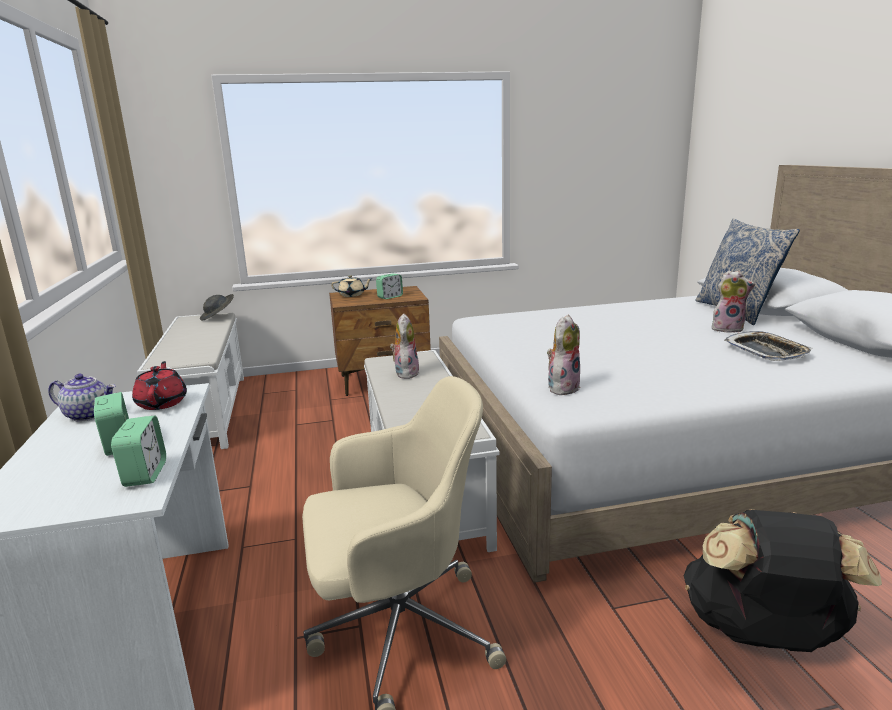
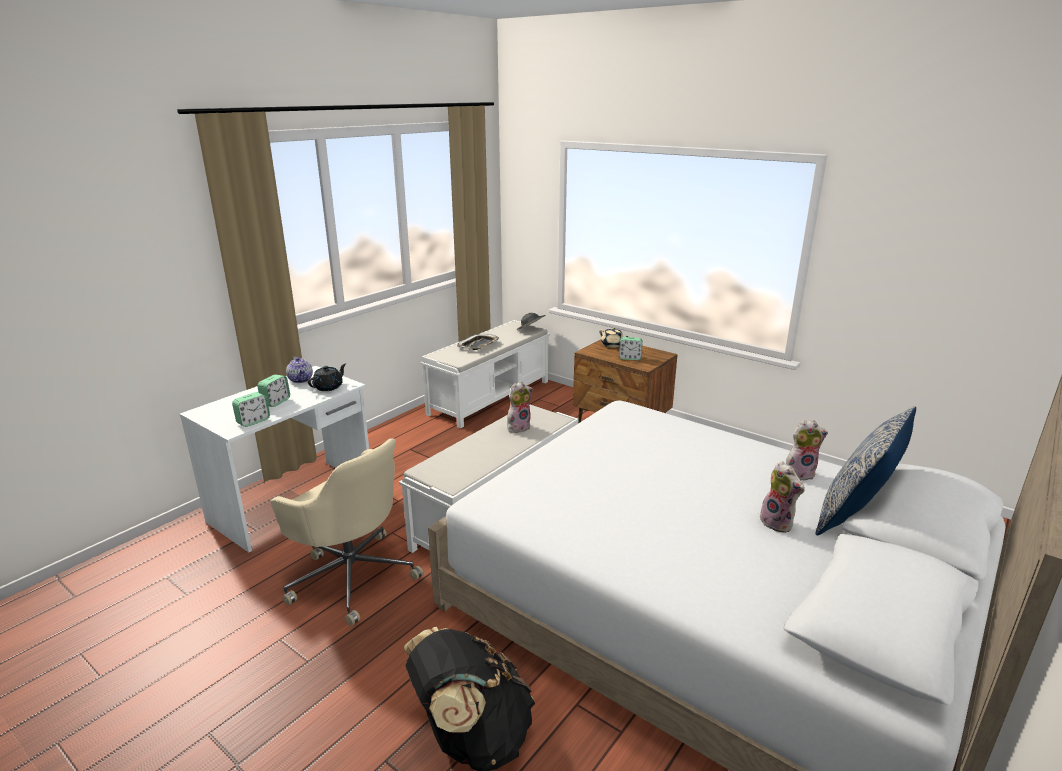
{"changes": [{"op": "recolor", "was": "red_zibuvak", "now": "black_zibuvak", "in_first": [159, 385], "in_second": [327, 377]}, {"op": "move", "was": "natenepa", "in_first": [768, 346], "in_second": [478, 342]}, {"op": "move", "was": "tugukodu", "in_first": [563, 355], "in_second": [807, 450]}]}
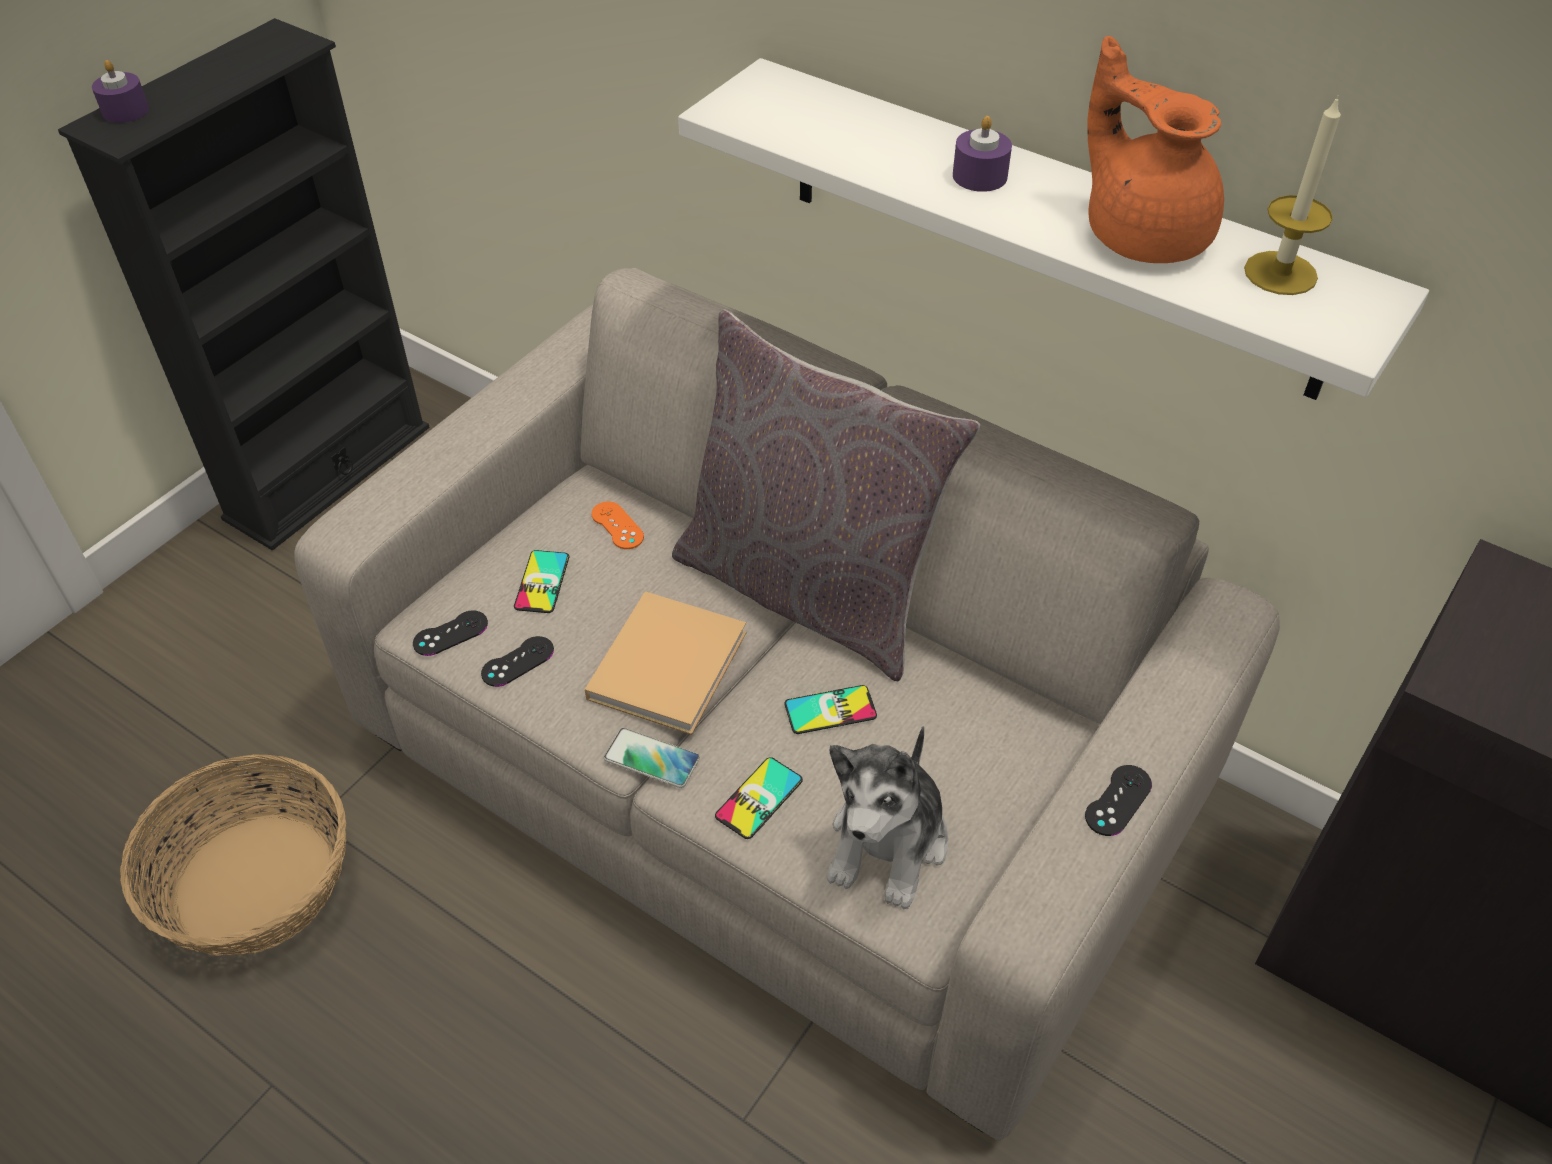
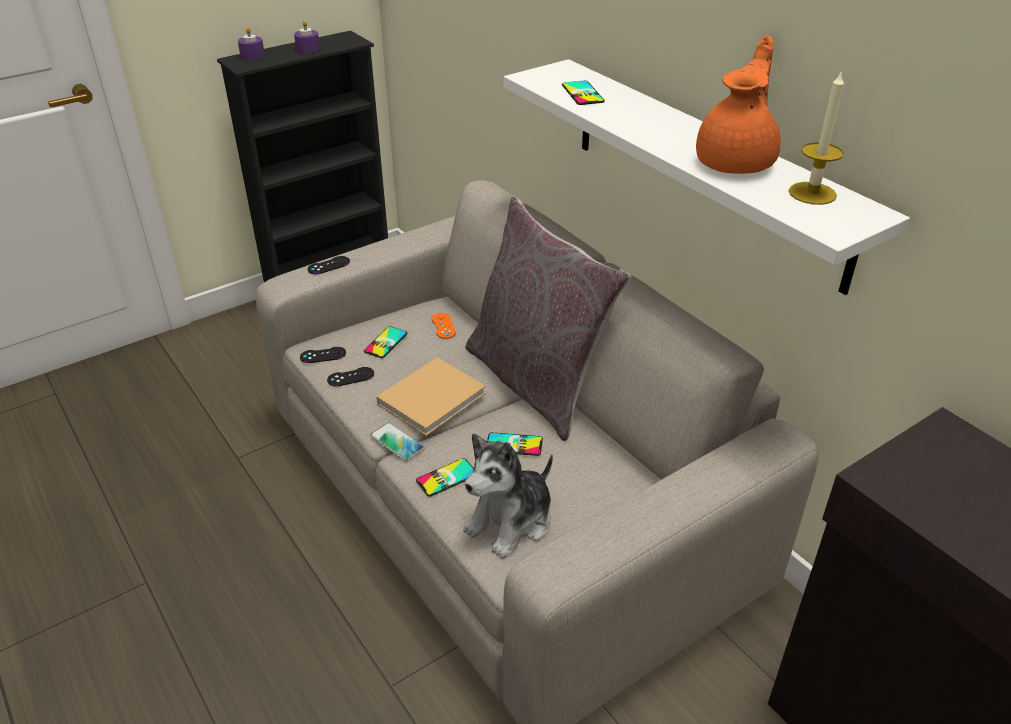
{"changes": [{"op": "move", "was": "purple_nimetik", "in_first": [982, 154], "in_second": [307, 36]}, {"op": "move", "was": "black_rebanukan", "in_first": [1118, 800], "in_second": [329, 265]}, {"op": "insert", "now": "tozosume", "in_second": [583, 93]}, {"op": "rotate", "was": "orange_zibuvak", "in_first": [1155, 149], "in_second": [738, 104], "clockwise": 45}, {"op": "delete", "was": "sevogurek", "in_first": [233, 855]}]}
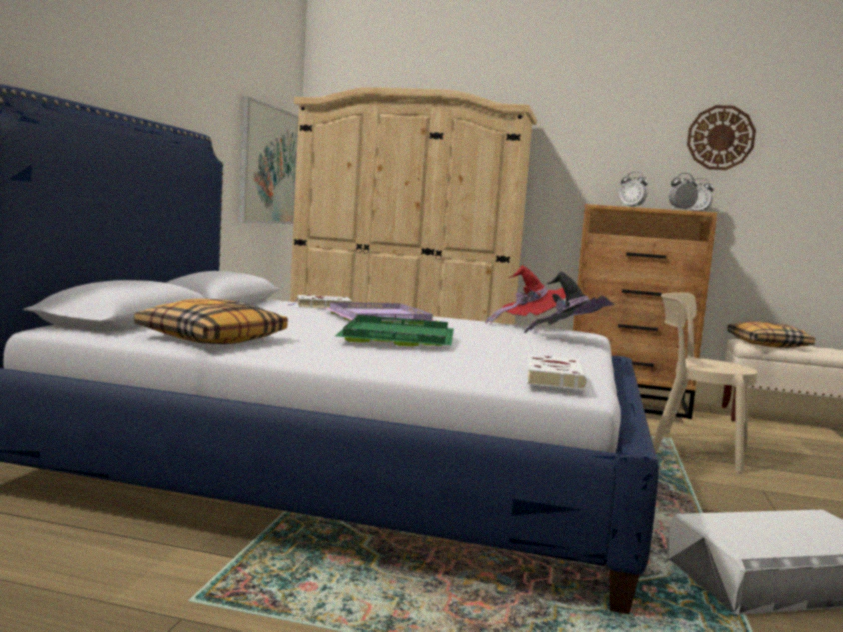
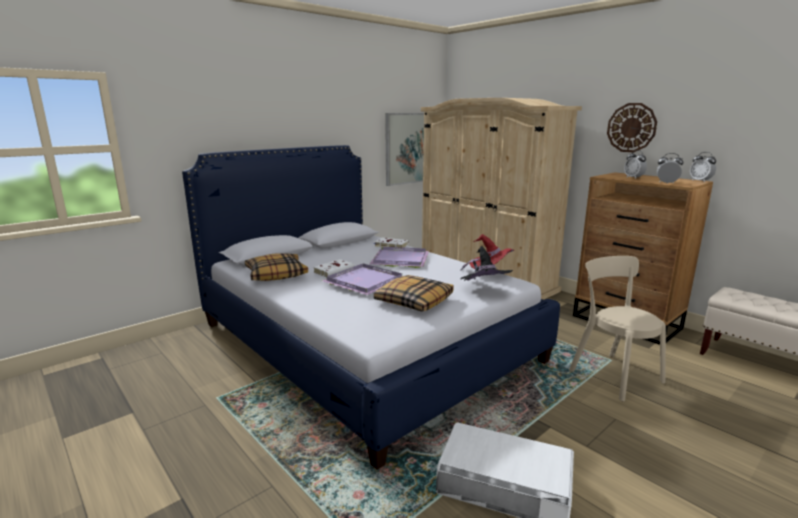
{"changes": [{"op": "move", "was": "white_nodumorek", "in_first": [557, 372], "in_second": [334, 268]}, {"op": "recolor", "was": "green_natenepa", "now": "purple_natenepa", "in_first": [394, 330], "in_second": [362, 279]}, {"op": "move", "was": "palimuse", "in_first": [771, 334], "in_second": [414, 293]}, {"op": "move", "was": "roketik", "in_first": [721, 137], "in_second": [632, 127]}]}
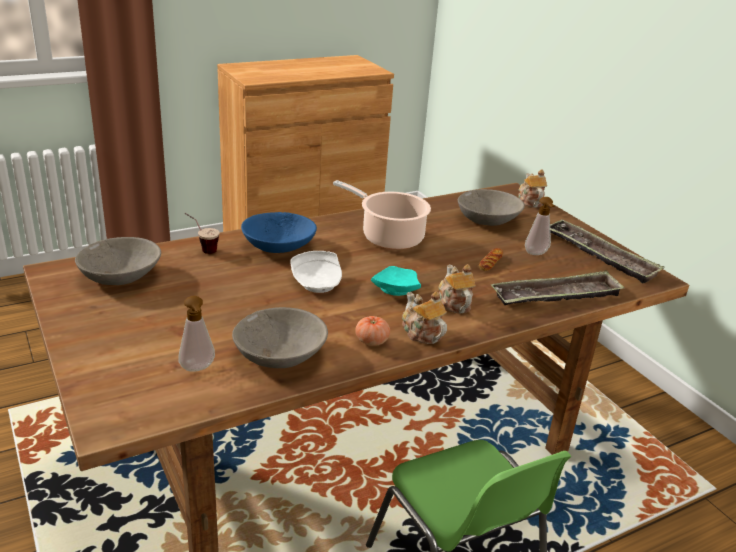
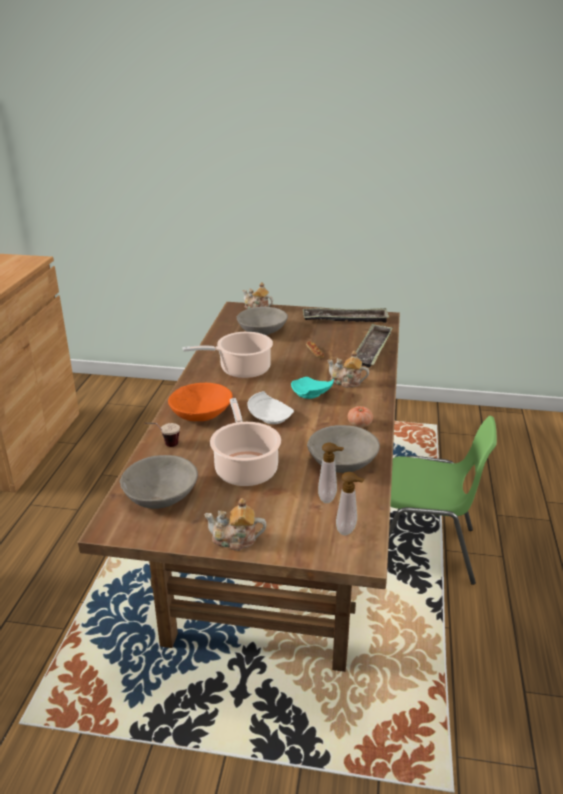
{"changes": [{"op": "recolor", "was": "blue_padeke", "now": "orange_padeke", "in_first": [279, 232], "in_second": [200, 402]}, {"op": "move", "was": "zibuvak", "in_first": [424, 317], "in_second": [235, 524]}, {"op": "insert", "now": "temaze", "in_second": [245, 442]}, {"op": "move", "was": "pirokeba", "in_first": [539, 226], "in_second": [350, 503]}]}
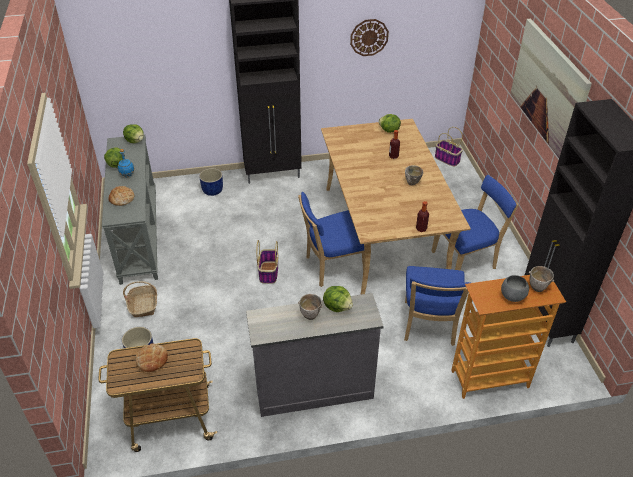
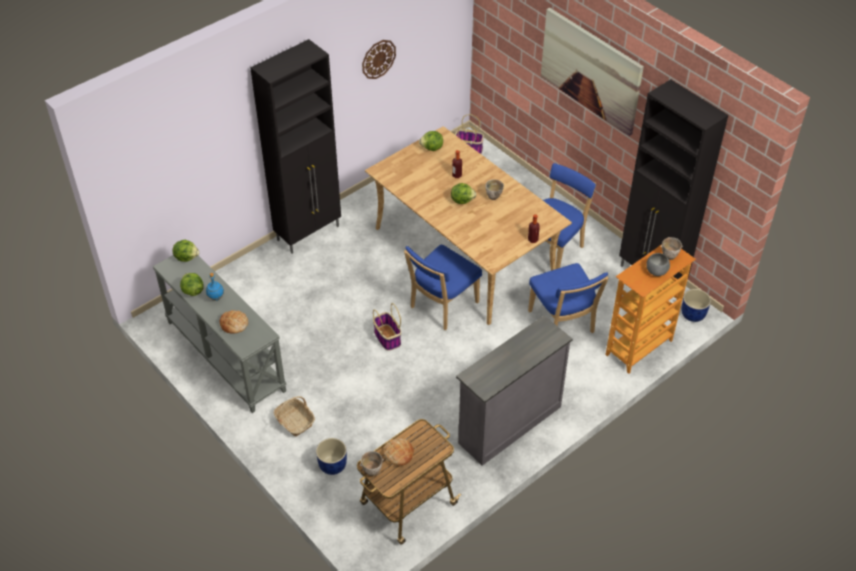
{"changes": [{"op": "move", "was": "padeke", "in_first": [310, 307], "in_second": [372, 463]}, {"op": "move", "was": "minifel", "in_first": [338, 299], "in_second": [463, 193]}, {"op": "move", "was": "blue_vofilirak", "in_first": [211, 182], "in_second": [696, 305]}]}
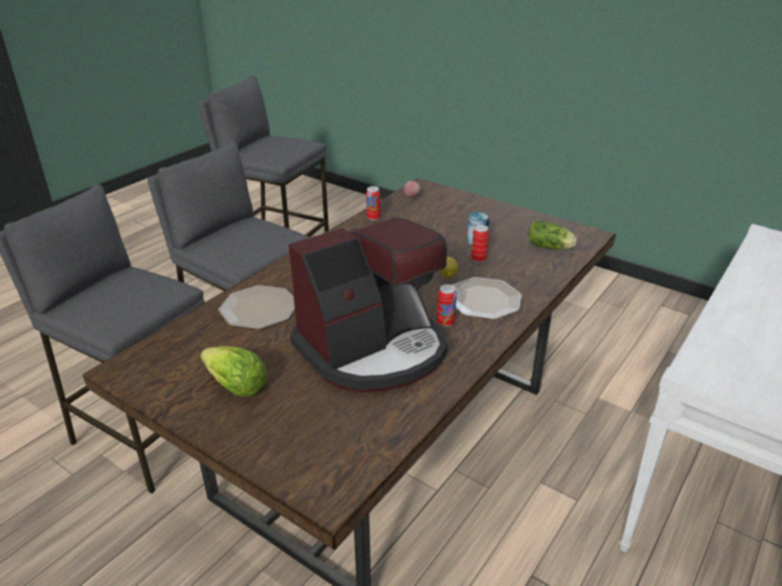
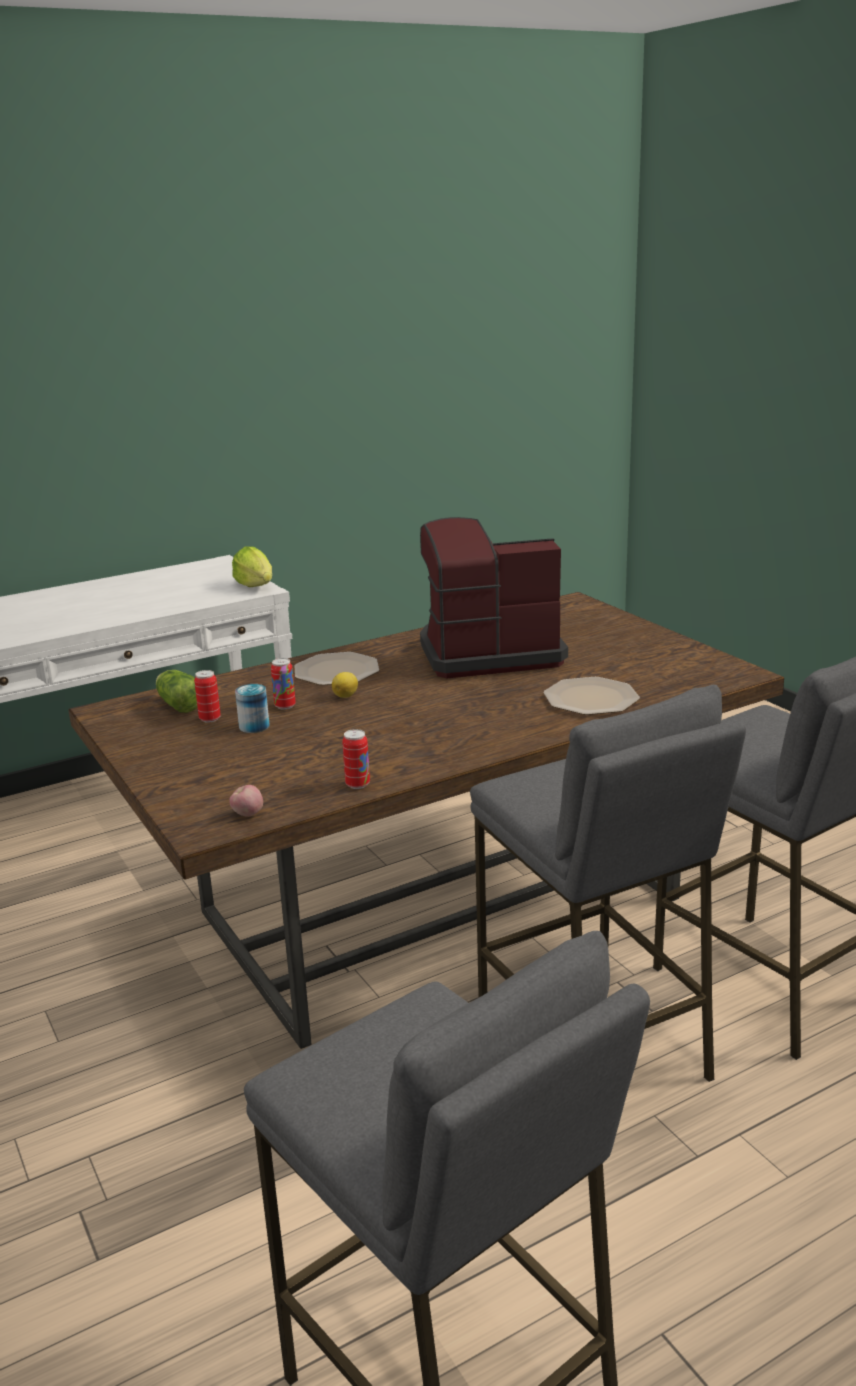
{"changes": [{"op": "move", "was": "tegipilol", "in_first": [447, 305], "in_second": [207, 696]}, {"op": "move", "was": "minifel", "in_first": [233, 371], "in_second": [252, 567]}]}
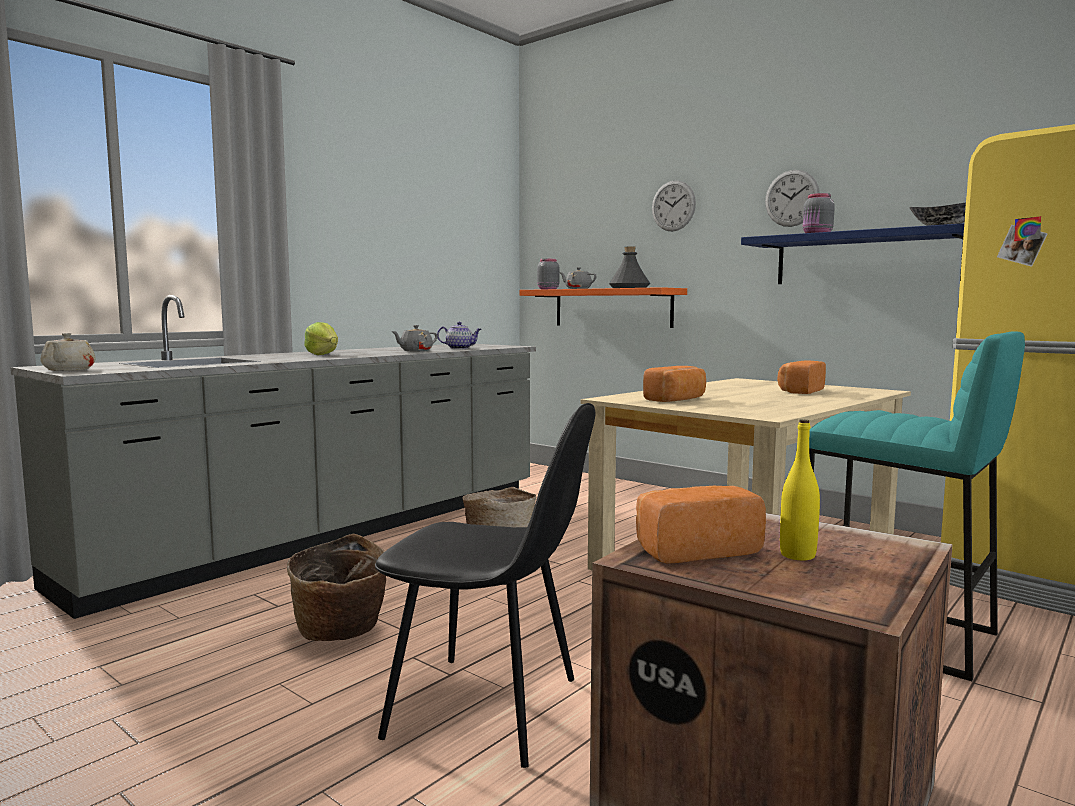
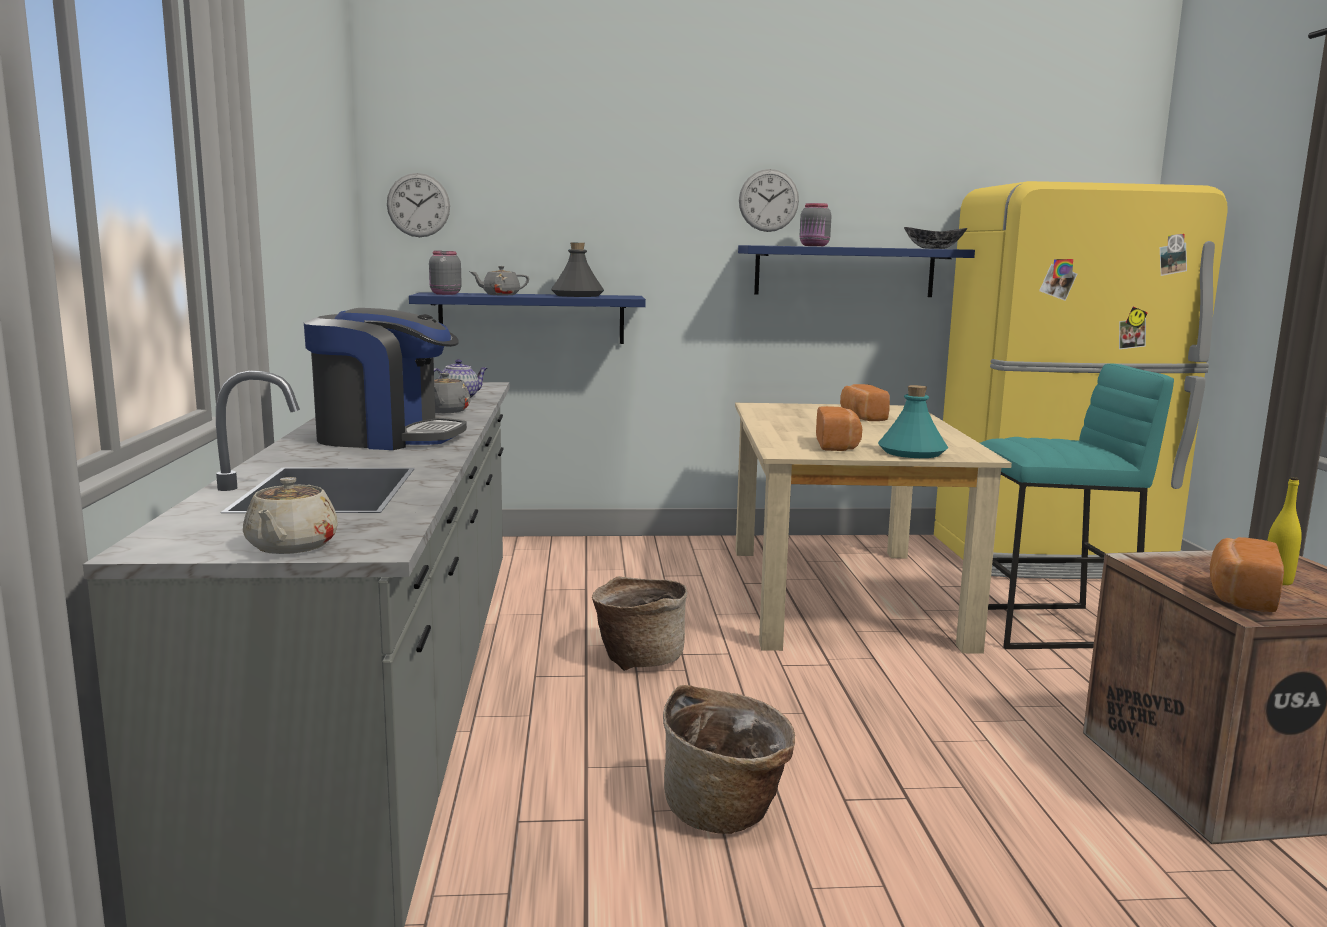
{"changes": [{"op": "rotate", "was": "beige_zibuvak", "in_first": [68, 352], "in_second": [290, 515], "clockwise": 60}, {"op": "replace", "was": "minifel", "now": "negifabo", "in_first": [321, 338], "in_second": [385, 379]}, {"op": "move", "was": "roketik", "in_first": [674, 206], "in_second": [418, 205]}, {"op": "recolor", "was": "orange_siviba", "now": "blue_siviba", "in_first": [603, 307], "in_second": [527, 318]}, {"op": "insert", "now": "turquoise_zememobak", "in_second": [913, 421]}, {"op": "delete", "was": "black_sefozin", "in_first": [485, 585]}]}
